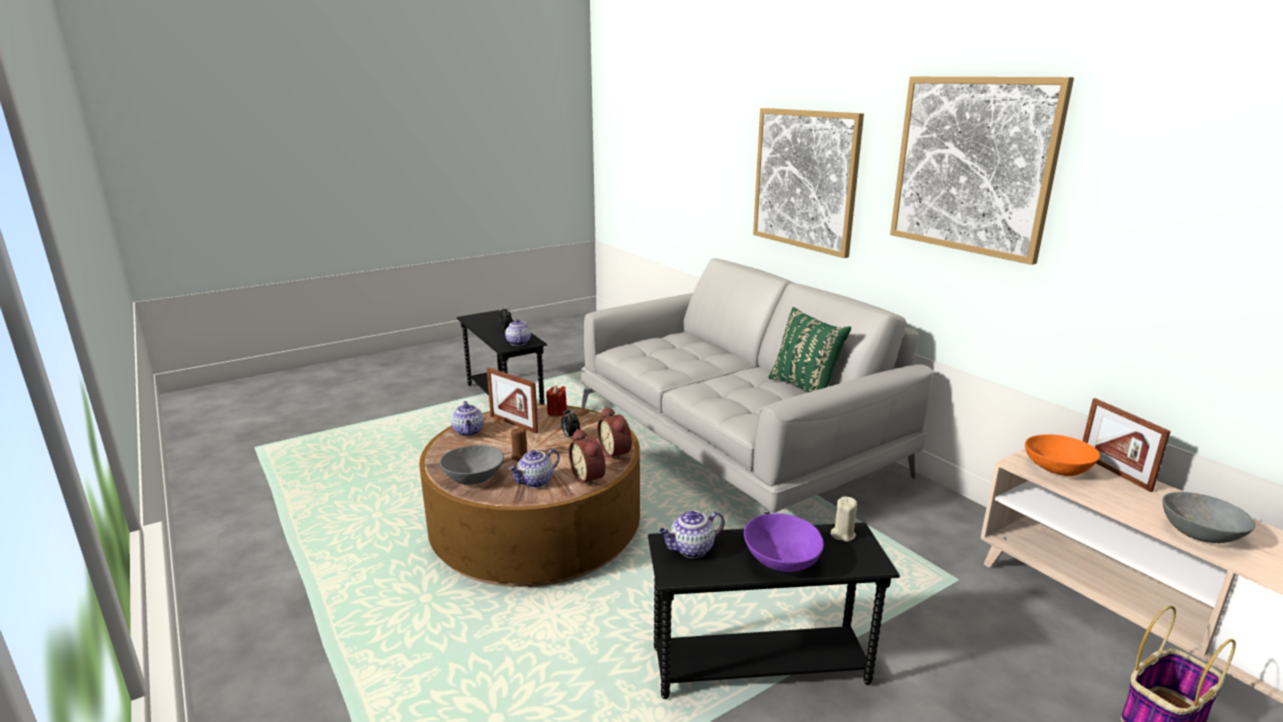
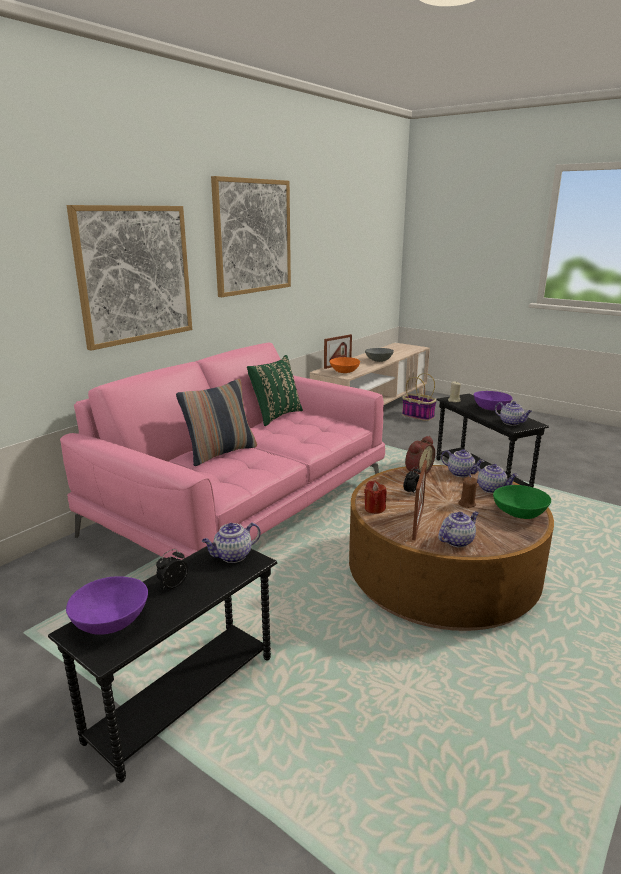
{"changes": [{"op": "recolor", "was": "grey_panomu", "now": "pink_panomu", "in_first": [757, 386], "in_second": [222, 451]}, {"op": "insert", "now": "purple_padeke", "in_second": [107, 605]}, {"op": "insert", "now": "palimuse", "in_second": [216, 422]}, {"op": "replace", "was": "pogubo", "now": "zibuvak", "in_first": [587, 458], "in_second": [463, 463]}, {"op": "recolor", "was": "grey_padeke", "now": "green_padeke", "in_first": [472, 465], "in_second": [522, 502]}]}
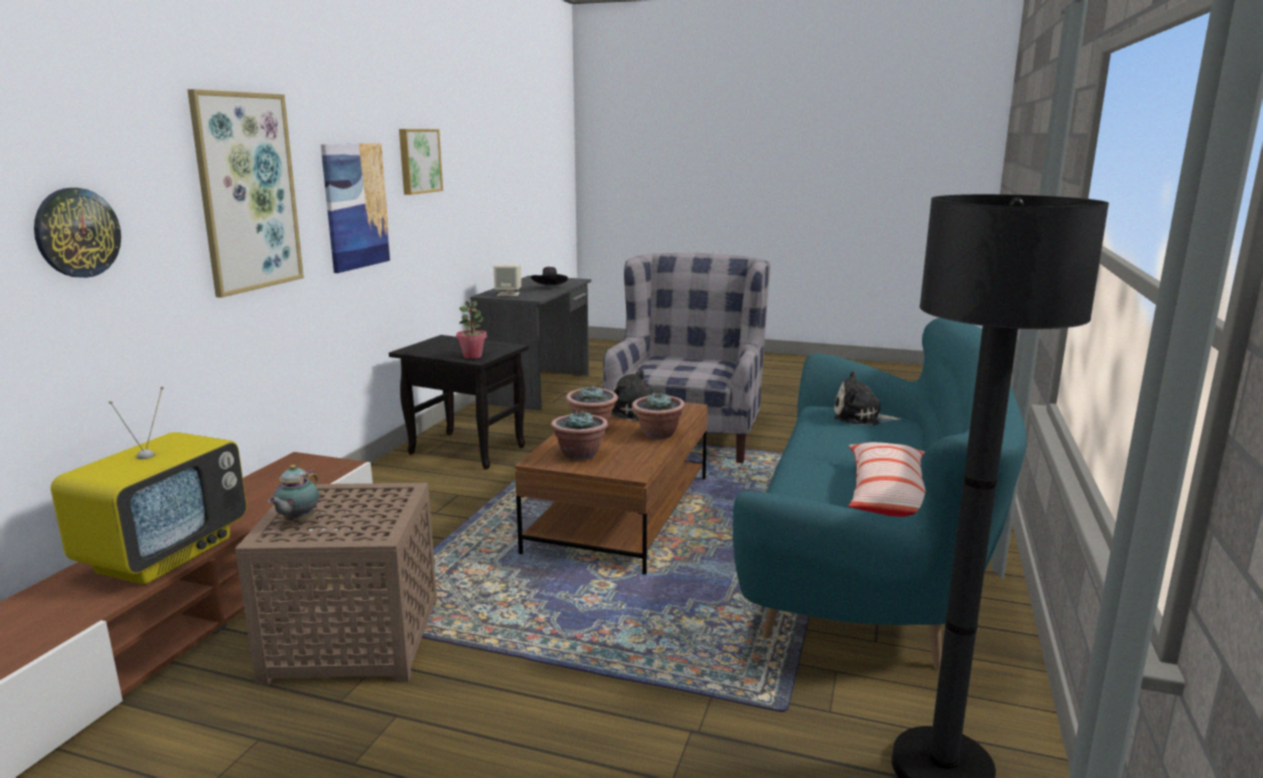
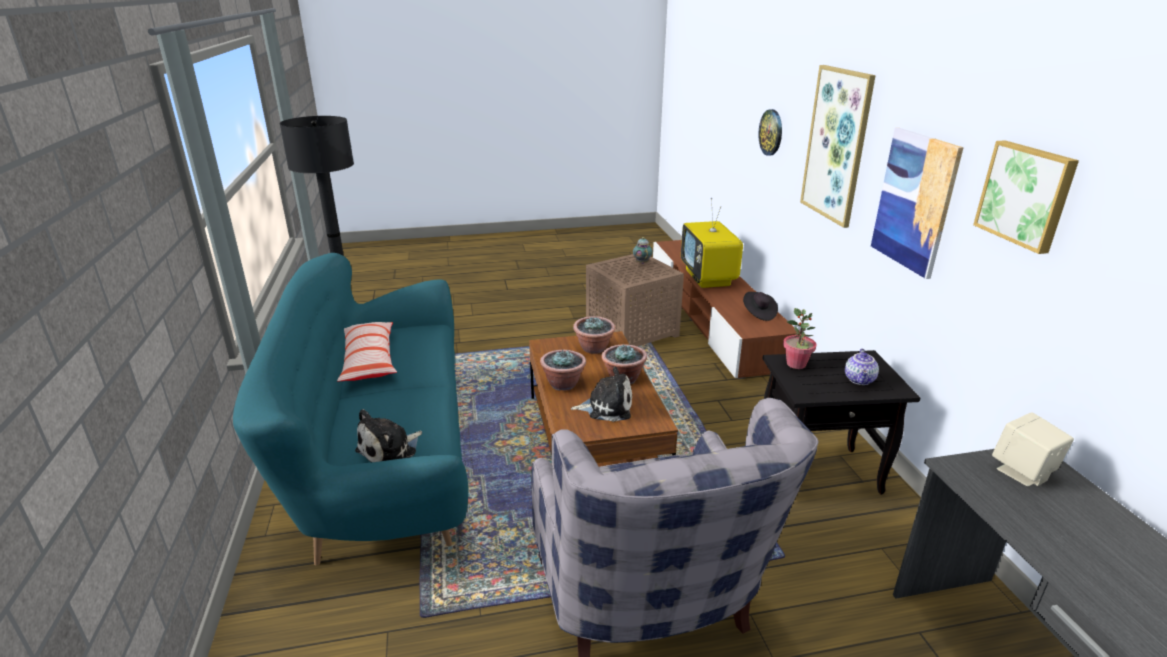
{"changes": [{"op": "rotate", "was": "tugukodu", "in_first": [867, 398], "in_second": [388, 435], "clockwise": 150}, {"op": "move", "was": "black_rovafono", "in_first": [549, 276], "in_second": [760, 306]}, {"op": "insert", "now": "zibuvak", "in_second": [862, 367]}]}
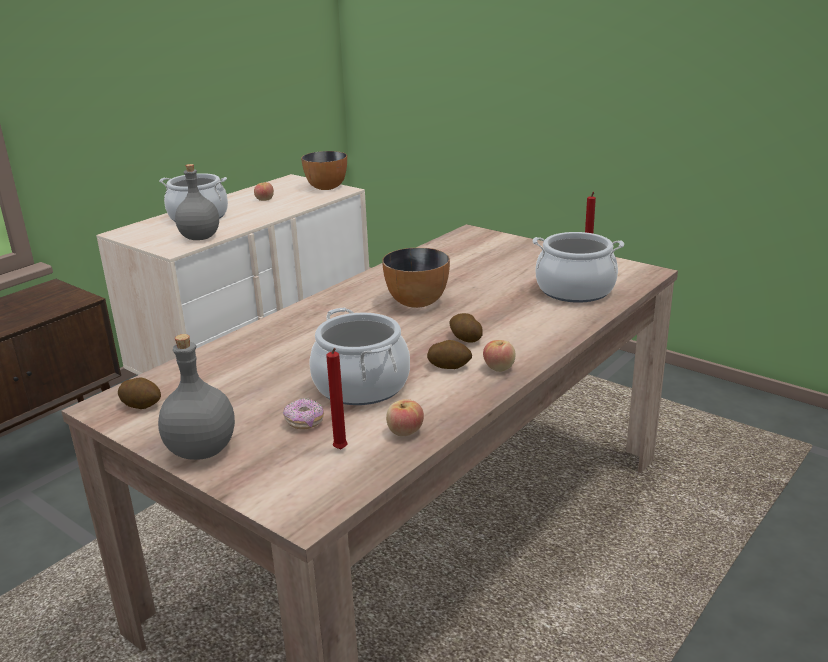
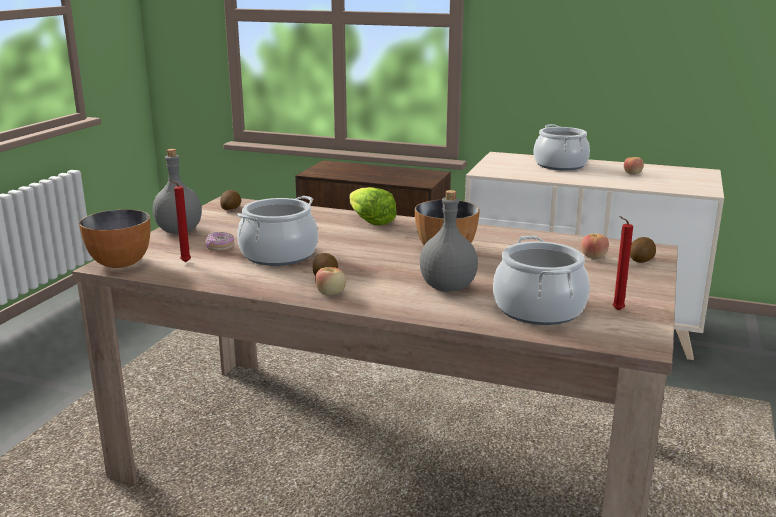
{"changes": [{"op": "move", "was": "padeke", "in_first": [324, 170], "in_second": [115, 238]}, {"op": "insert", "now": "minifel", "in_second": [373, 206]}, {"op": "move", "was": "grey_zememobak", "in_first": [197, 202], "in_second": [449, 241]}, {"op": "move", "was": "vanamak", "in_first": [405, 417], "in_second": [595, 246]}, {"op": "move", "was": "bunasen", "in_first": [466, 327], "in_second": [643, 250]}]}
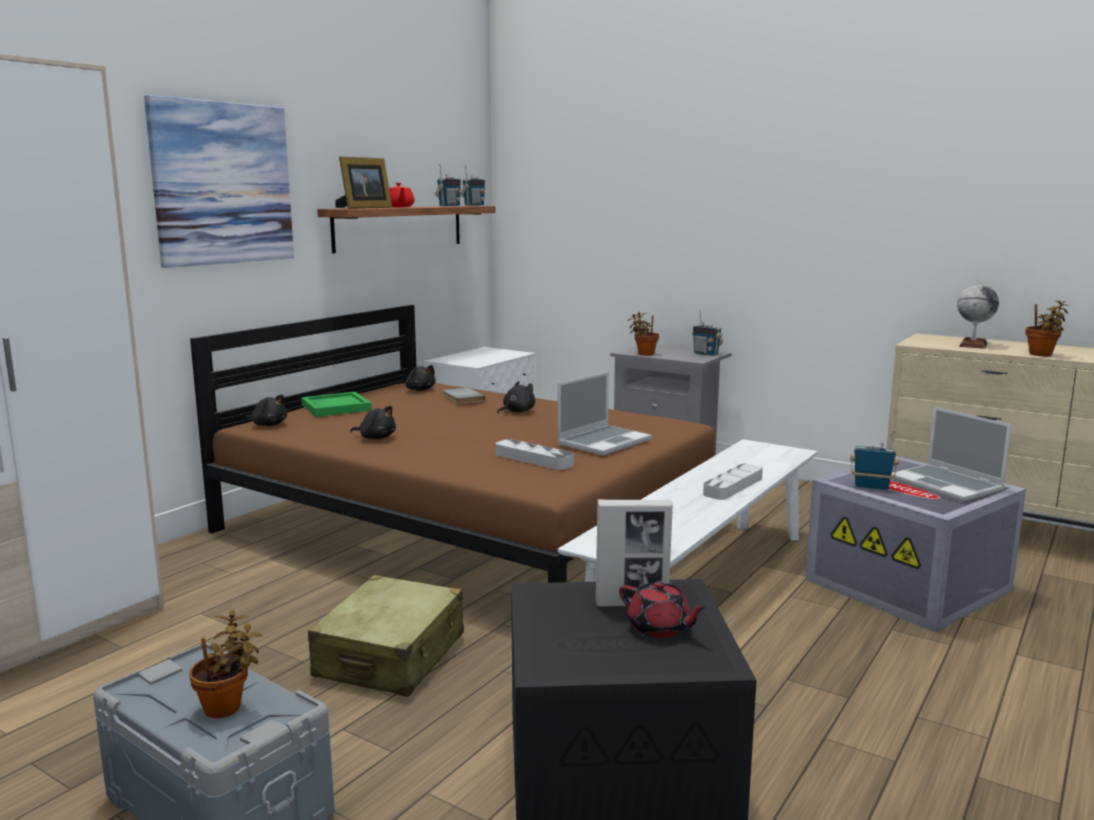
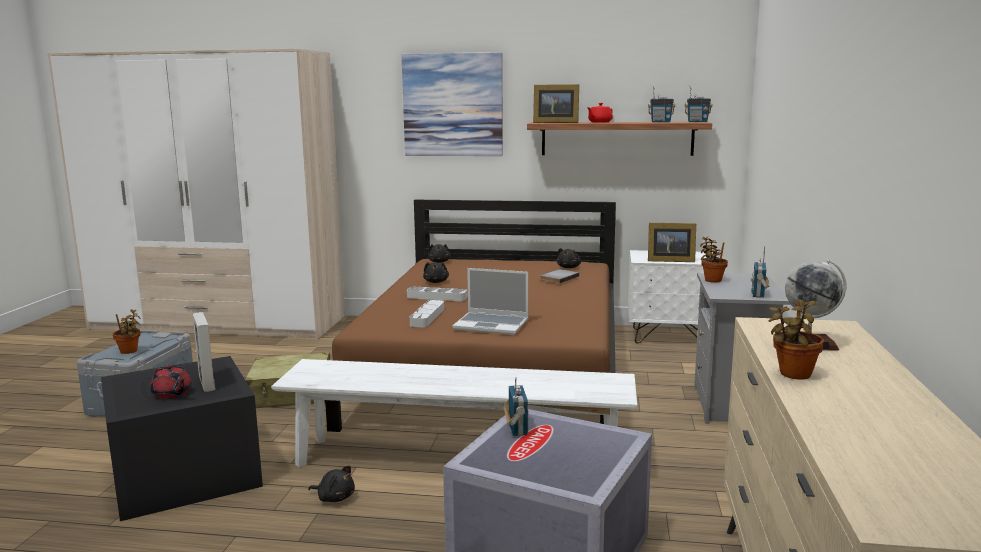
{"changes": [{"op": "rotate", "was": "red_zibuvak", "in_first": [663, 609], "in_second": [171, 382], "clockwise": -60}, {"op": "move", "was": "black_tugukodu", "in_first": [516, 397], "in_second": [331, 484]}, {"op": "move", "was": "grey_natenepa", "in_first": [733, 481], "in_second": [437, 294]}, {"op": "insert", "now": "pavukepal", "in_second": [672, 242]}, {"op": "delete", "was": "green_natenepa", "in_first": [336, 404]}, {"op": "delete", "was": "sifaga", "in_first": [951, 454]}]}
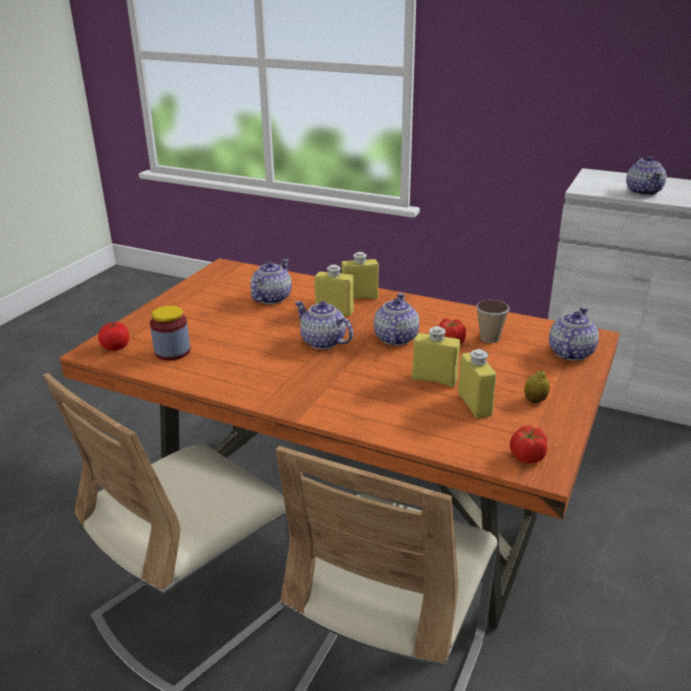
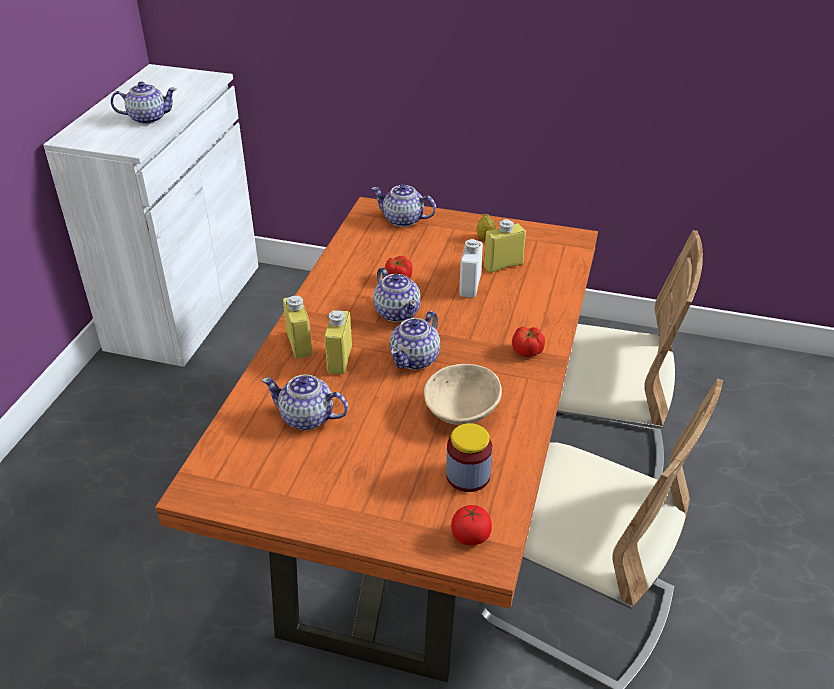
{"changes": [{"op": "rotate", "was": "zibuvak", "in_first": [396, 319], "in_second": [397, 295], "clockwise": -120}, {"op": "insert", "now": "beige_padeke", "in_second": [463, 394]}, {"op": "recolor", "was": "yellow_zememobak", "now": "white_zememobak", "in_first": [436, 356], "in_second": [471, 268]}, {"op": "move", "was": "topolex", "in_first": [528, 444], "in_second": [528, 342]}, {"op": "delete", "was": "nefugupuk", "in_first": [493, 321]}]}
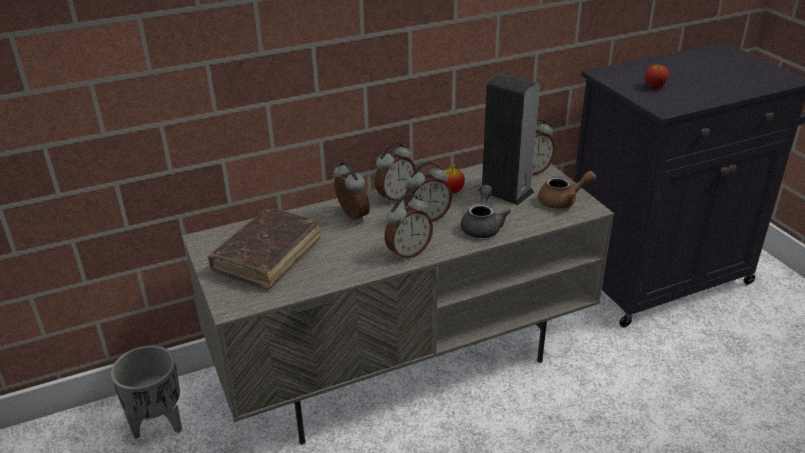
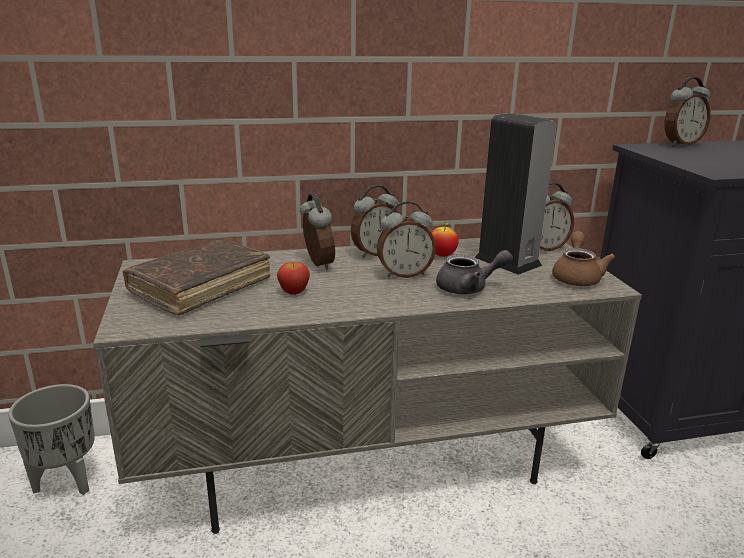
{"changes": [{"op": "move", "was": "vanamak", "in_first": [657, 76], "in_second": [293, 278]}, {"op": "rotate", "was": "grey_zibuvak", "in_first": [486, 211], "in_second": [474, 272], "clockwise": 60}, {"op": "rotate", "was": "brown_zibuvak", "in_first": [567, 190], "in_second": [583, 258], "clockwise": -75}, {"op": "move", "was": "pogubo", "in_first": [408, 227], "in_second": [687, 111]}]}
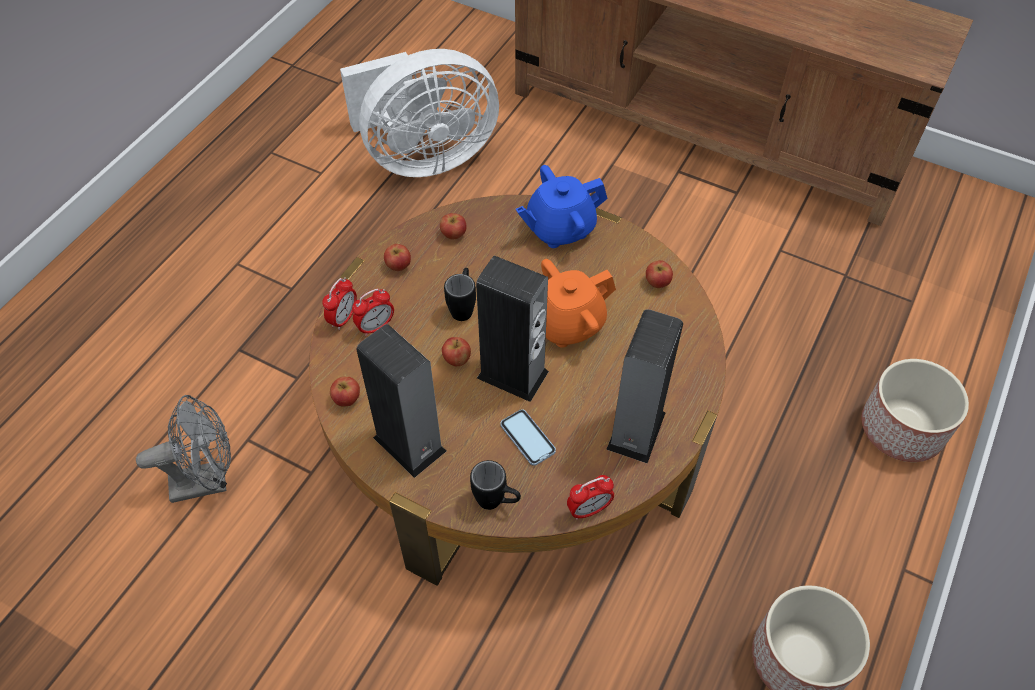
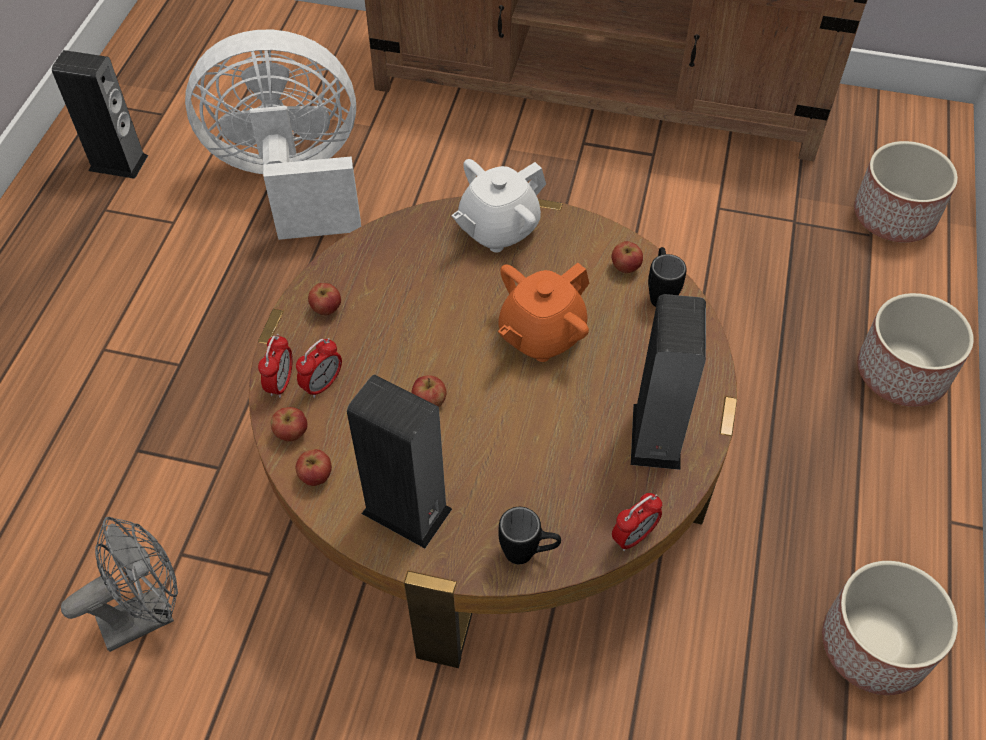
{"changes": [{"op": "move", "was": "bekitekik", "in_first": [512, 328], "in_second": [100, 114]}, {"op": "rotate", "was": "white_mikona", "in_first": [419, 113], "in_second": [273, 135], "clockwise": -150}, {"op": "move", "was": "vanamak", "in_first": [453, 226], "in_second": [289, 424]}, {"op": "recolor", "was": "blue_zibuvak", "now": "white_zibuvak", "in_first": [561, 206], "in_second": [498, 206]}, {"op": "move", "was": "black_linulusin", "in_first": [460, 294], "in_second": [667, 277]}, {"op": "insert", "now": "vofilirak", "in_second": [906, 192]}, {"op": "delete", "was": "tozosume", "in_first": [528, 437]}]}
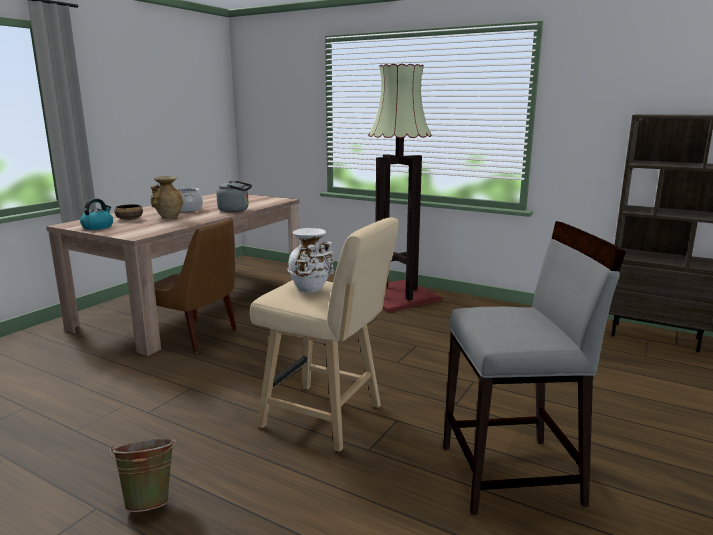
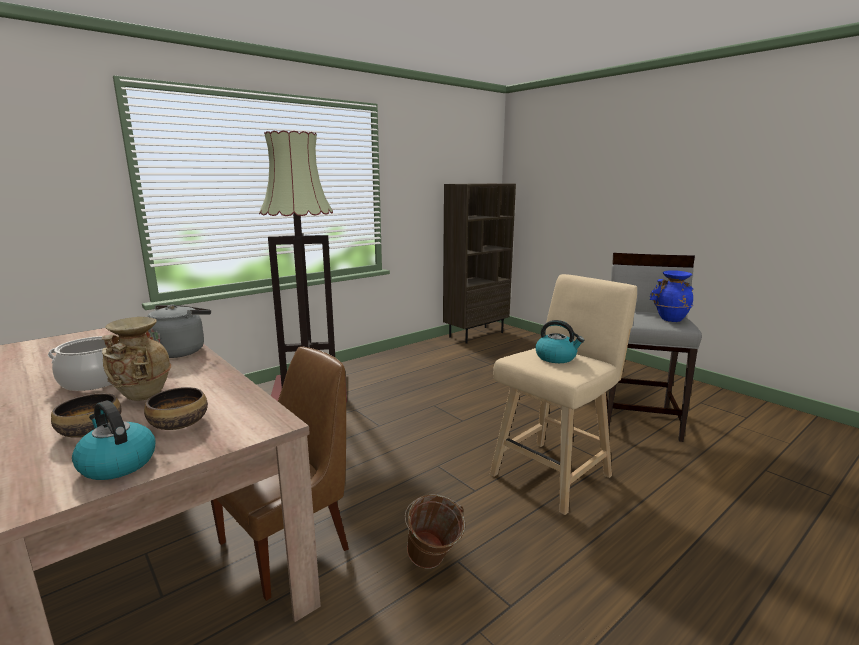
{"changes": [{"op": "insert", "now": "padeke", "in_second": [176, 408]}, {"op": "insert", "now": "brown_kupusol", "in_second": [434, 531]}, {"op": "replace", "was": "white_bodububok", "now": "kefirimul", "in_first": [310, 260], "in_second": [559, 341]}, {"op": "insert", "now": "blue_bodububok", "in_second": [671, 296]}, {"op": "delete", "was": "green_kupusol", "in_first": [143, 474]}]}
